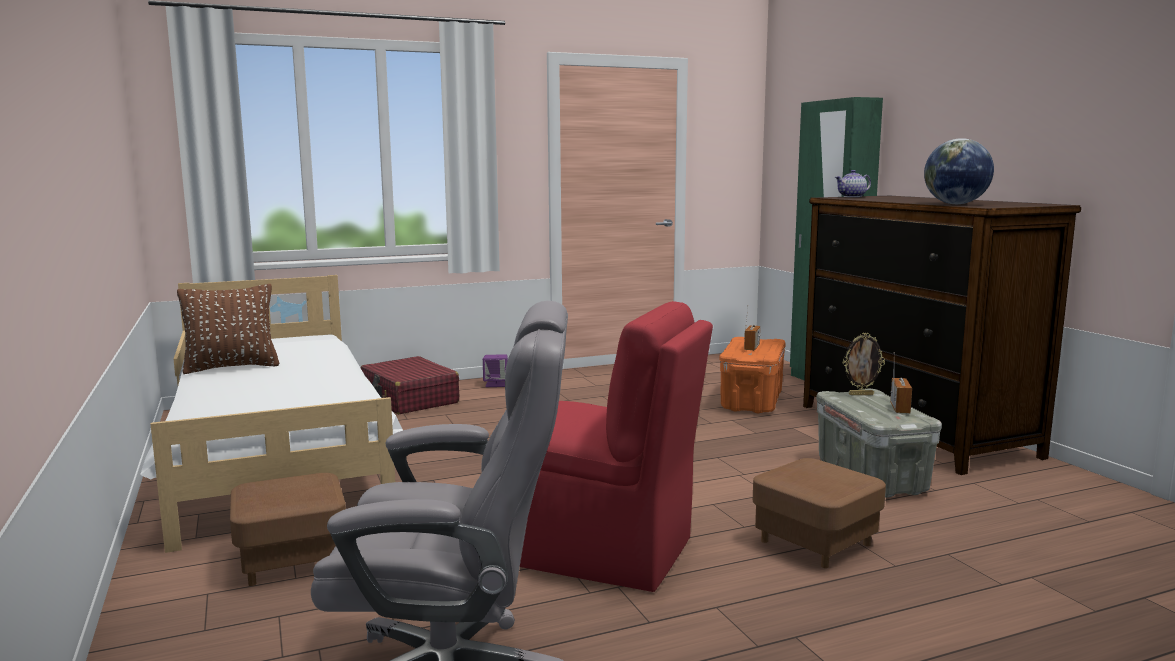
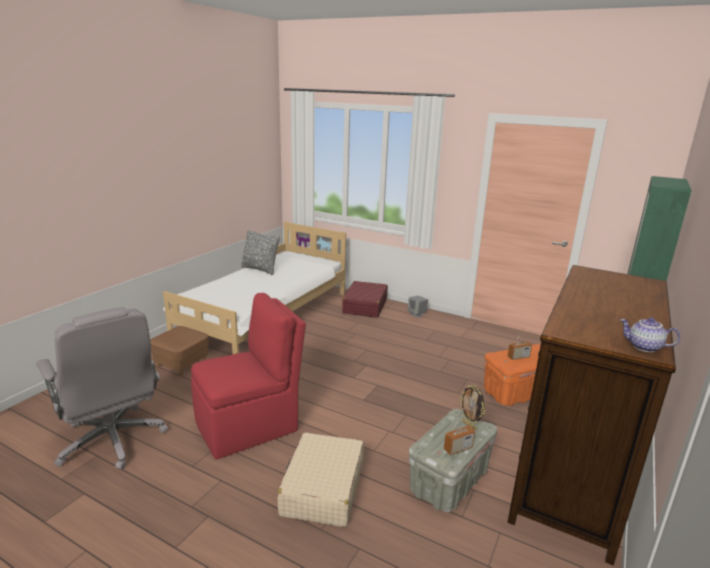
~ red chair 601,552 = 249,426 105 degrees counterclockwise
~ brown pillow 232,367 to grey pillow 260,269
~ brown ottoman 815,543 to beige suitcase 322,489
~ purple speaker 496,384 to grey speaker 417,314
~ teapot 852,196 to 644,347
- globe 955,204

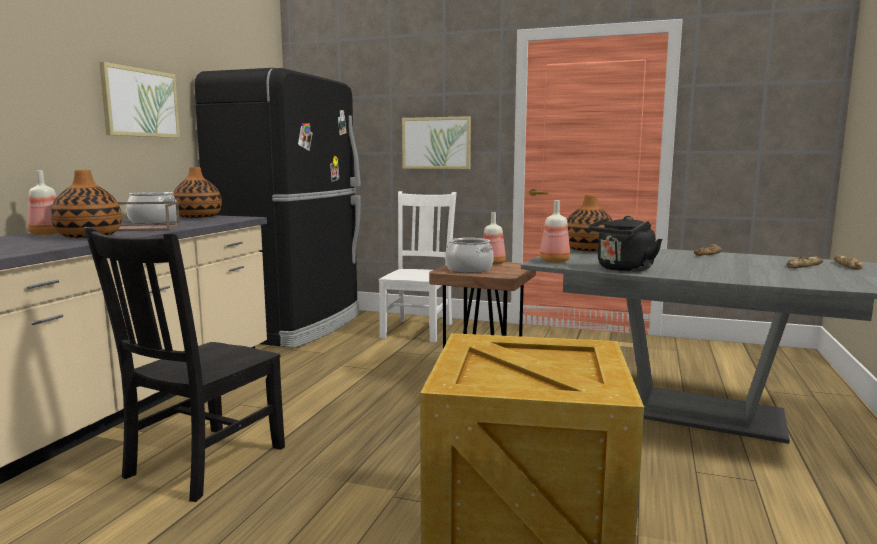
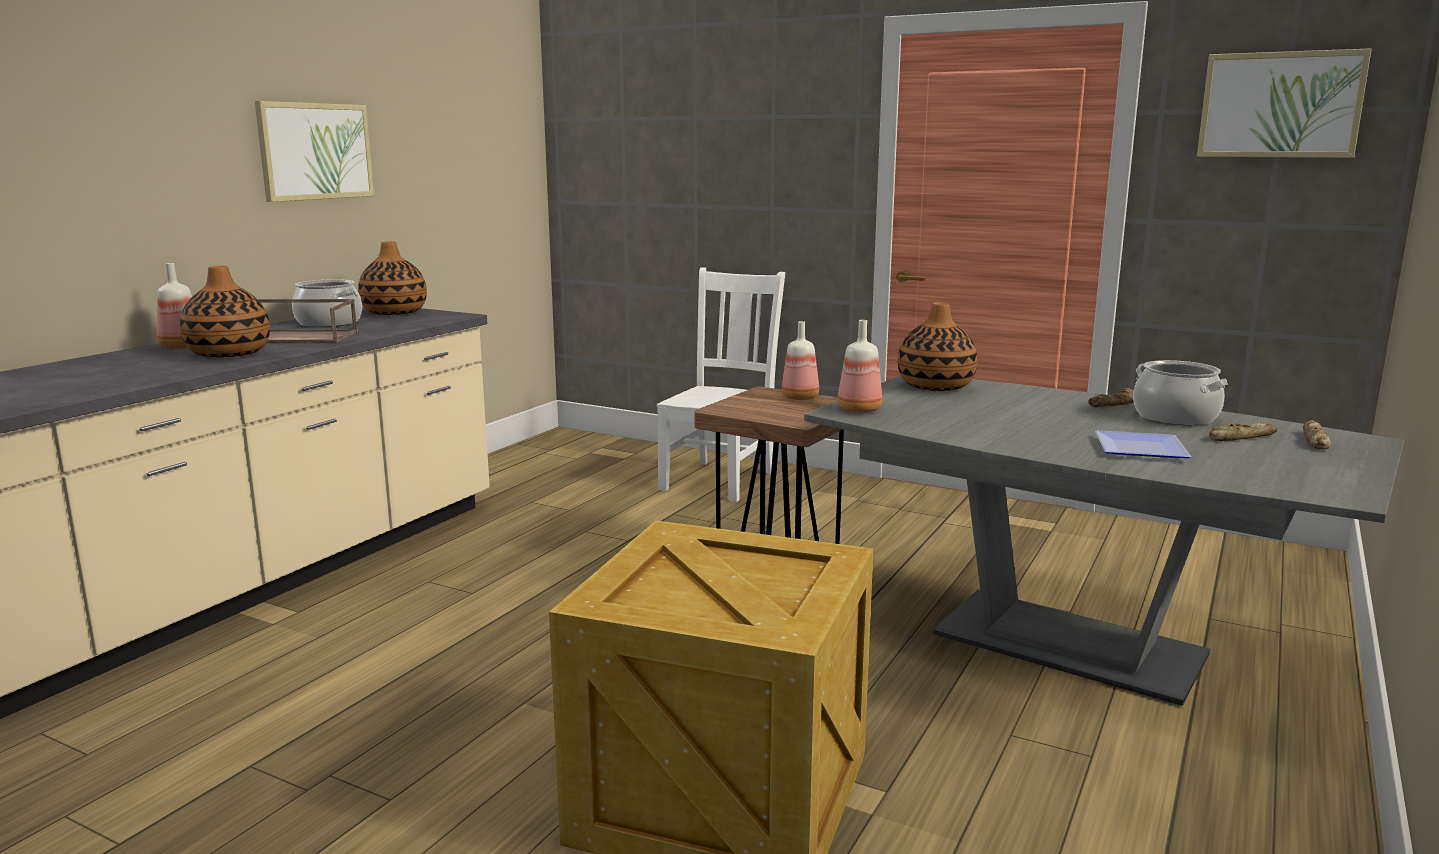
+ plate 1136,448
~ cooking pot 468,269 to 1175,417
~ picture 436,143 to 1280,105
- black chair 202,463
- black fridge 294,326
- black kettle 623,269

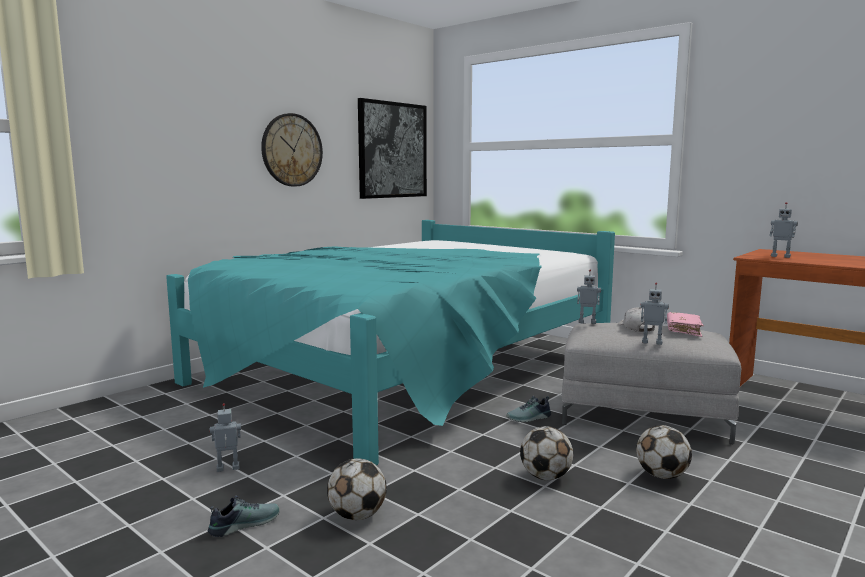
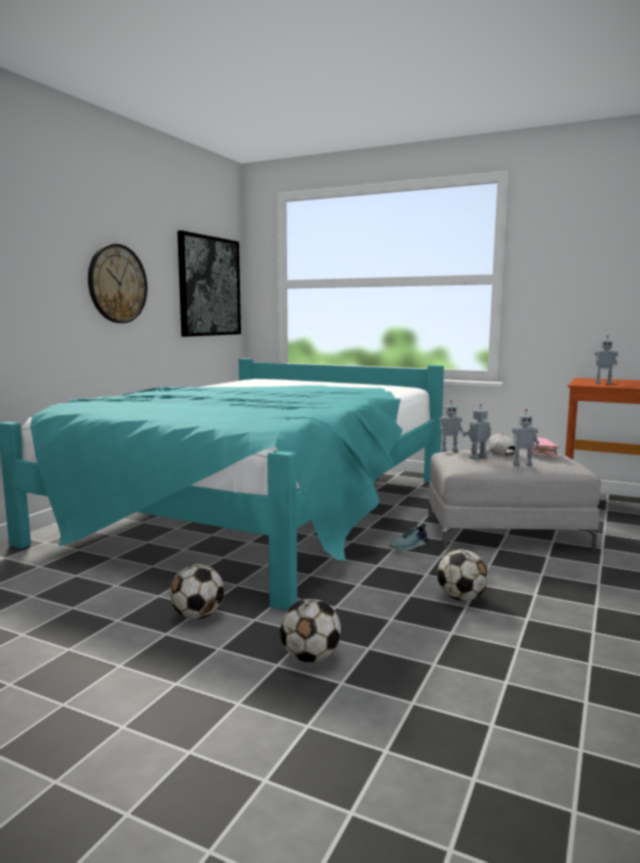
~ football 661,475 to 198,616
~ toy robot 228,469 to 479,458
- shoe 244,524

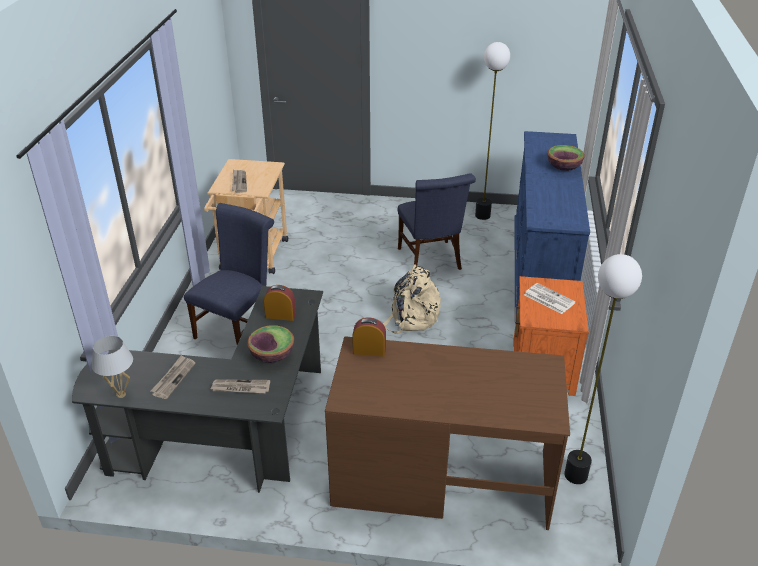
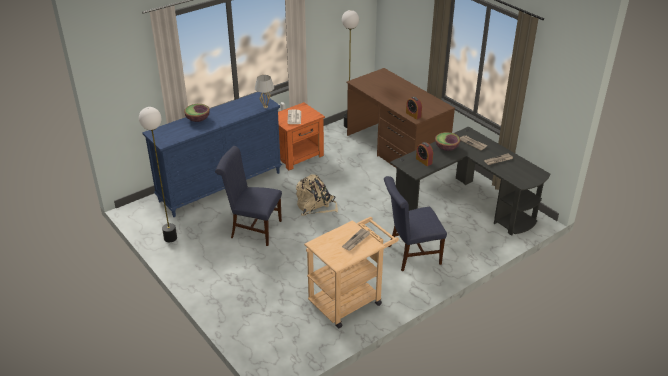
~ blue chair 431,261 = 252,229 105 degrees counterclockwise
~ white table lamp 120,394 to 265,107

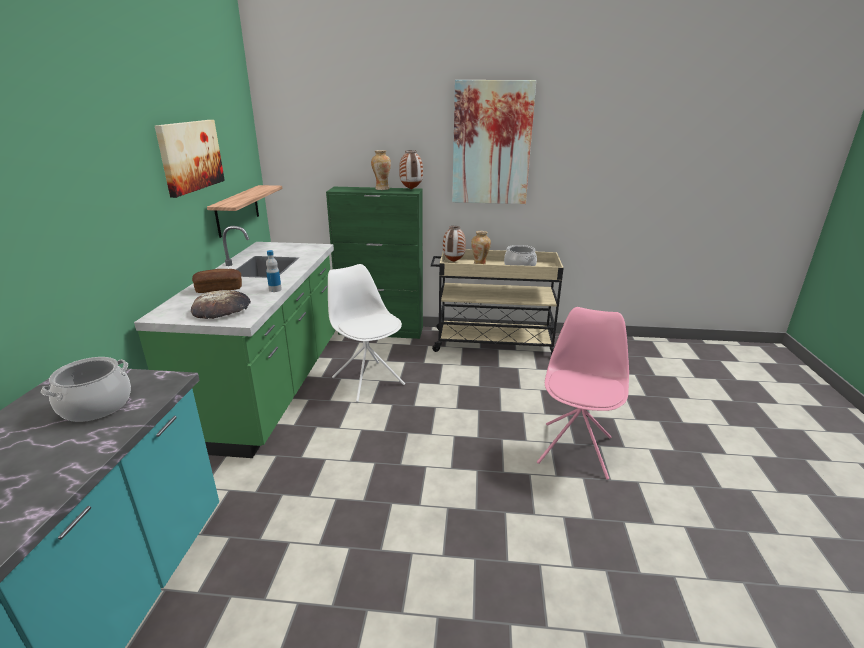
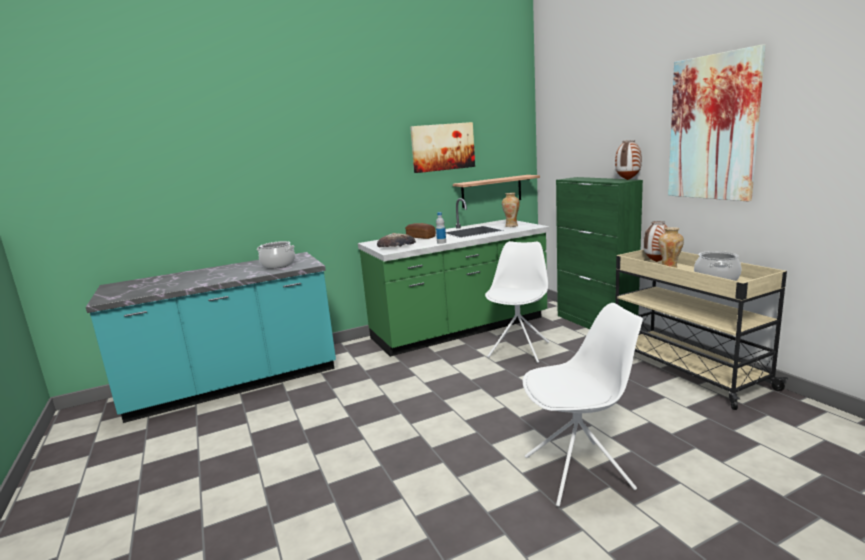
~ vase 382,189 to 511,226
~ pink chair 575,449 to white chair 579,472

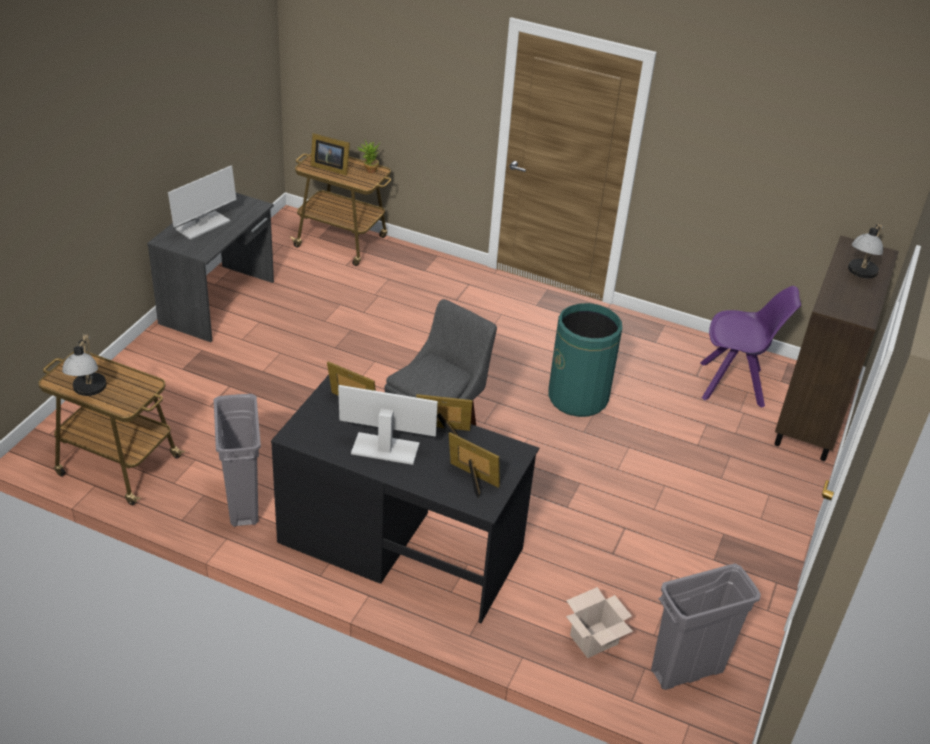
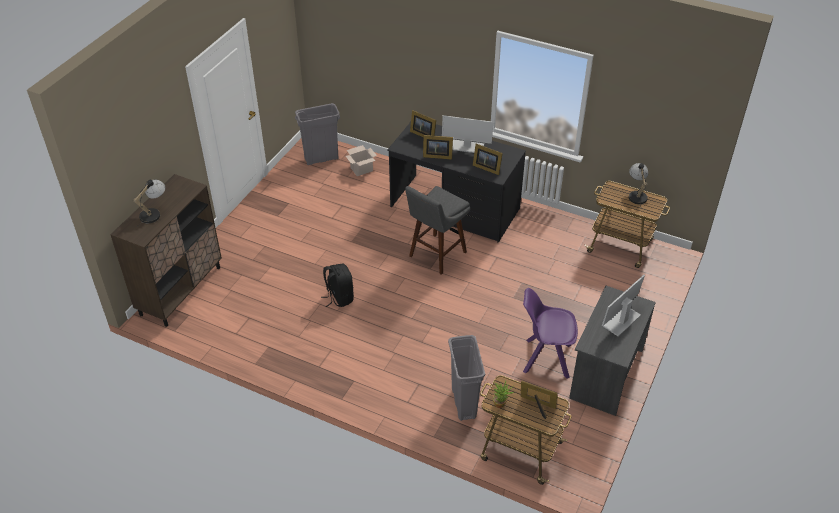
~ green trash can 578,398 to black backpack 339,297
~ grey trash can 243,503 to 464,403
~ purple chair 734,385 to 545,358

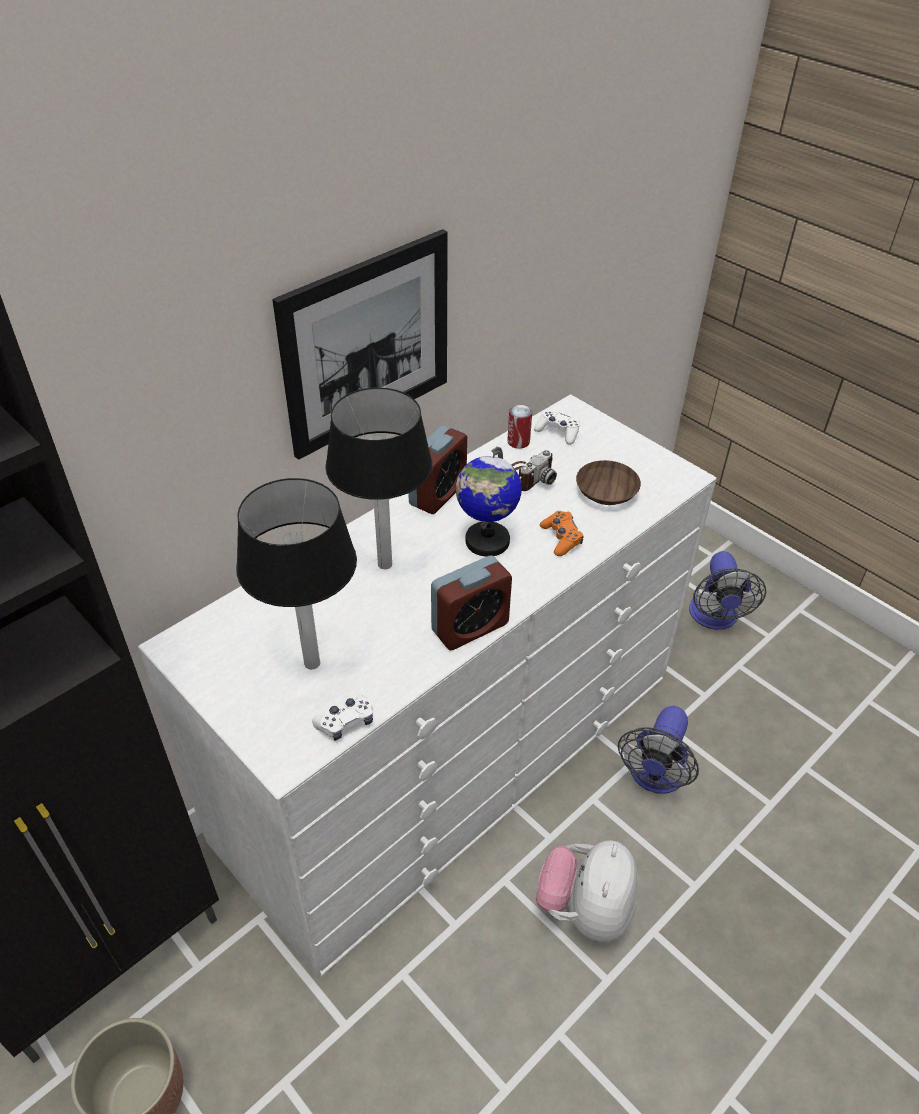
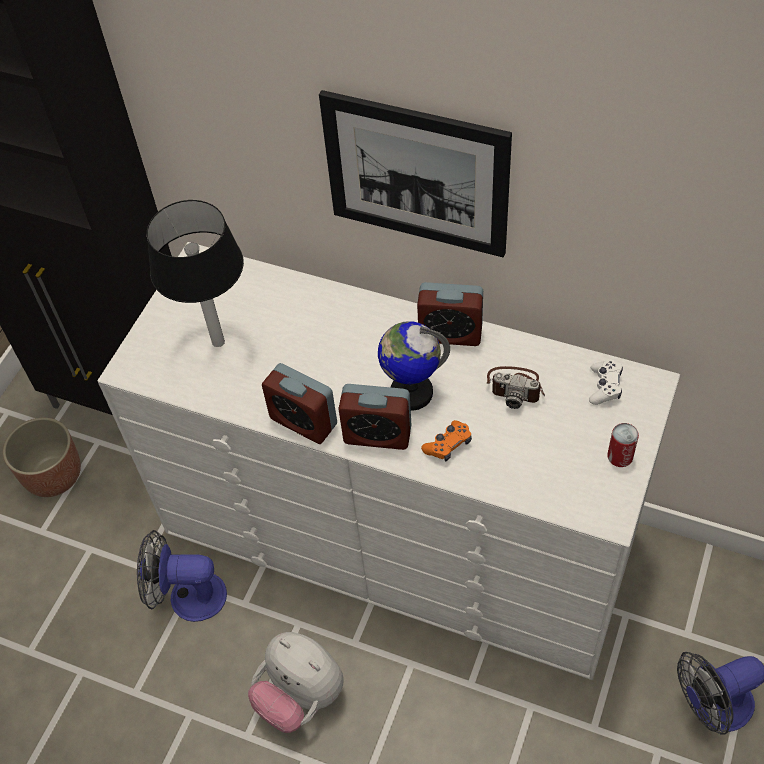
~ fan 654,777 to 187,596
~ plush toy 585,909 = 300,696 135 degrees counterclockwise
+ alarm clock 377,435
~ can 518,442 to 620,456
- white game controller 346,722
- table lamp 385,564
- brown bowl 606,494

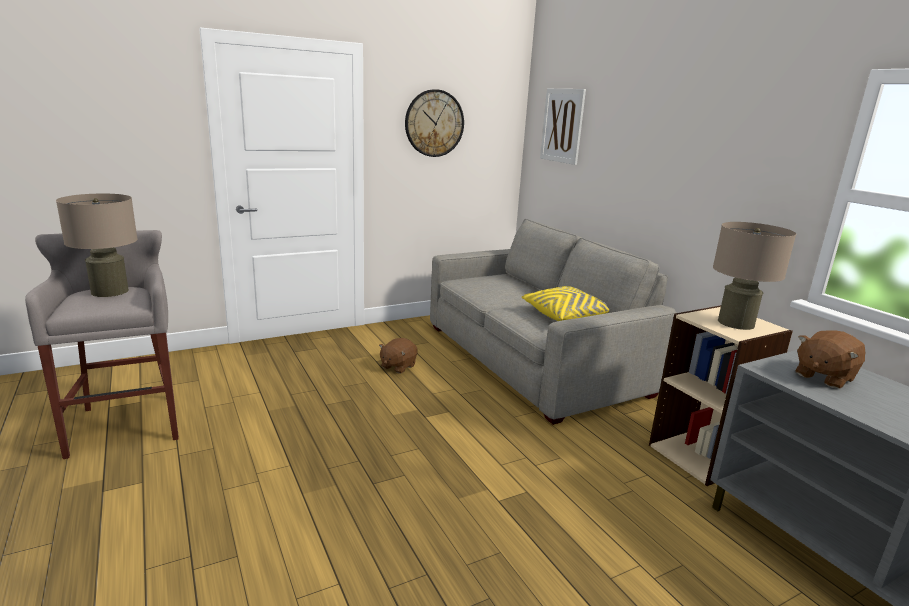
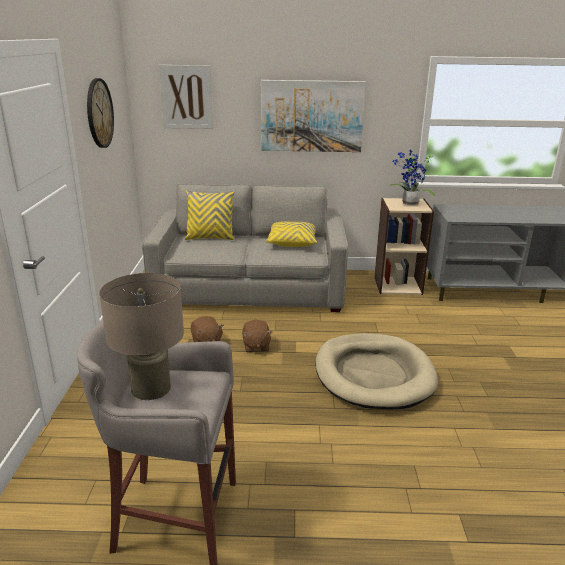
+ yellow pillow 210,238
~ brown plush toy 823,376 to 256,346
+ picture 311,116
+ beige dog bed 373,374
~ beige table lamp 735,323 to potted plant 409,204

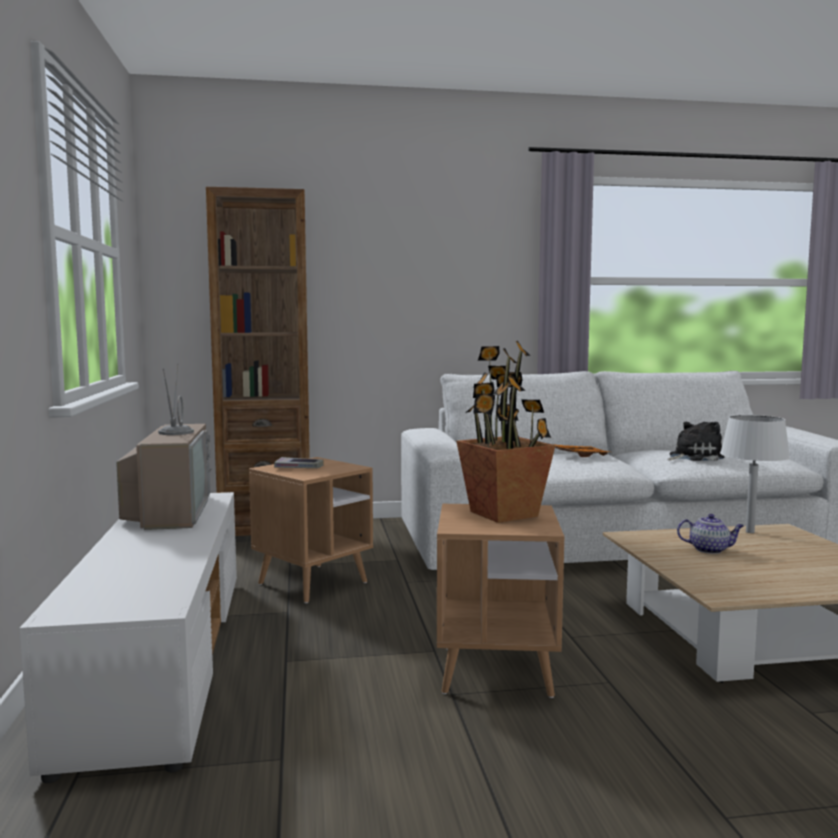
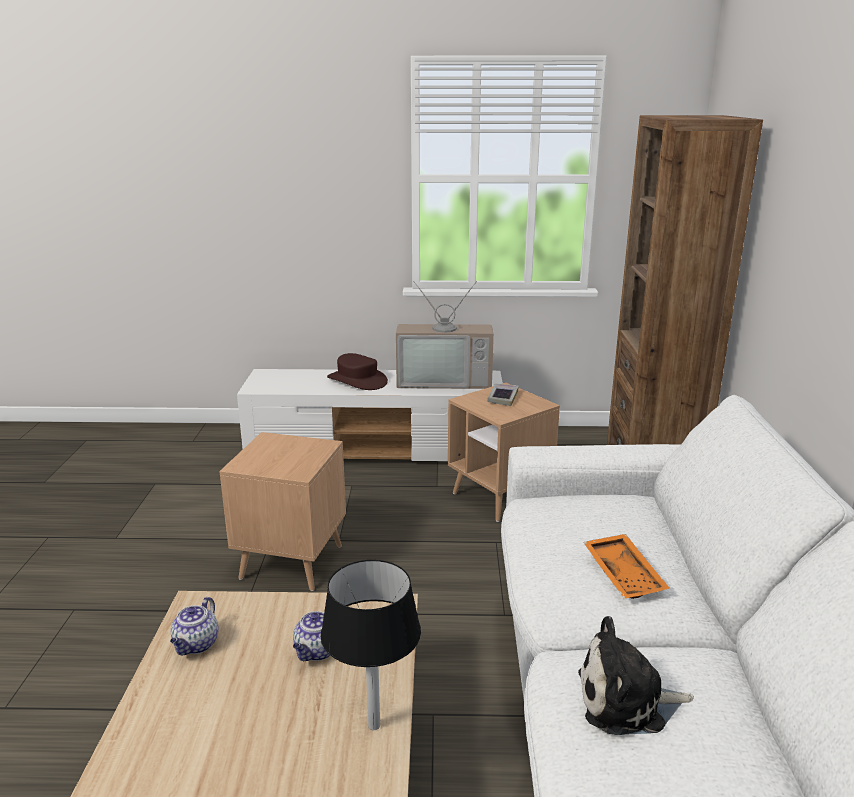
+ teapot 196,645
~ white table lamp 749,532 to black table lamp 374,725
+ brown hat 357,380
~ plush toy 693,457 = 627,701 105 degrees clockwise
- potted plant 503,514

